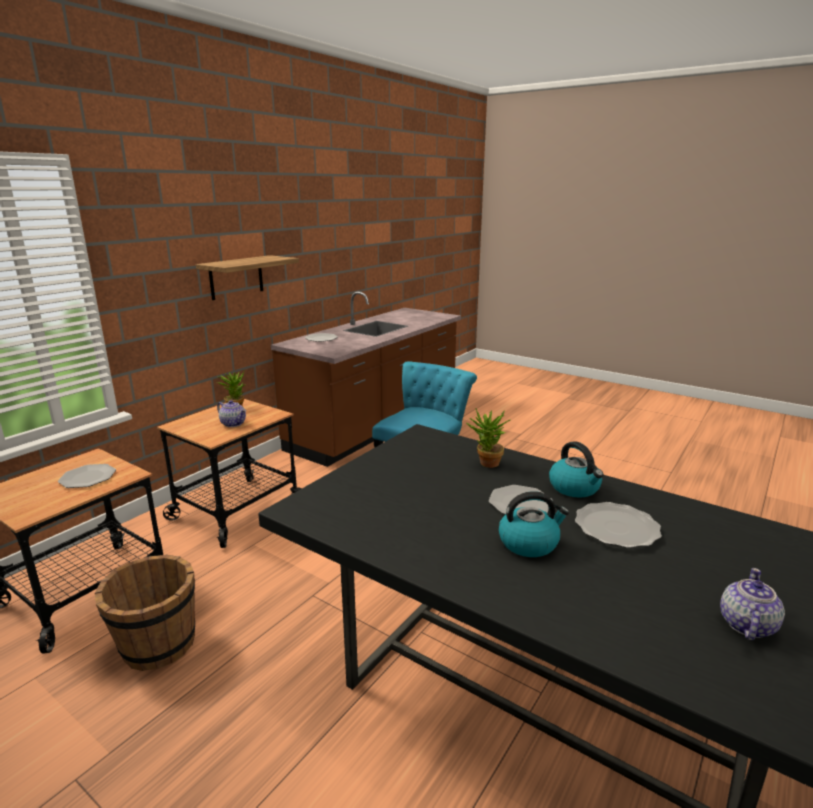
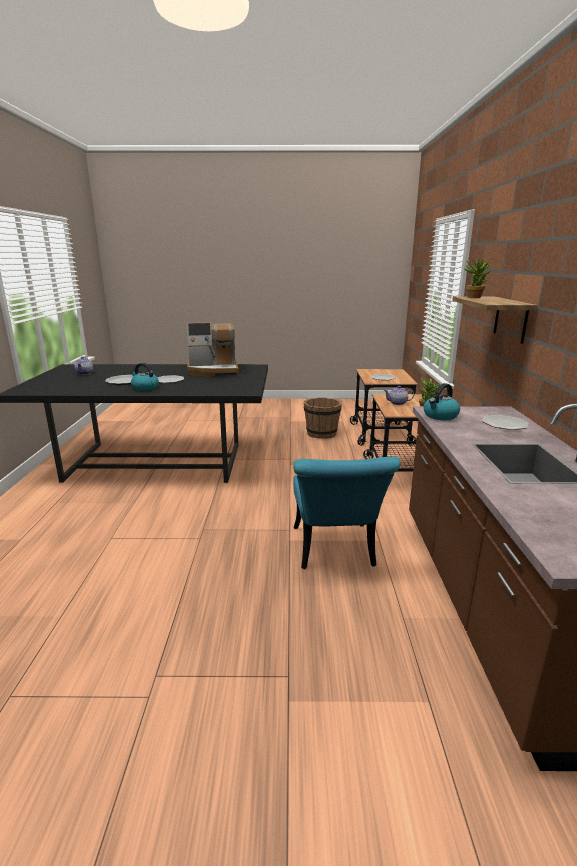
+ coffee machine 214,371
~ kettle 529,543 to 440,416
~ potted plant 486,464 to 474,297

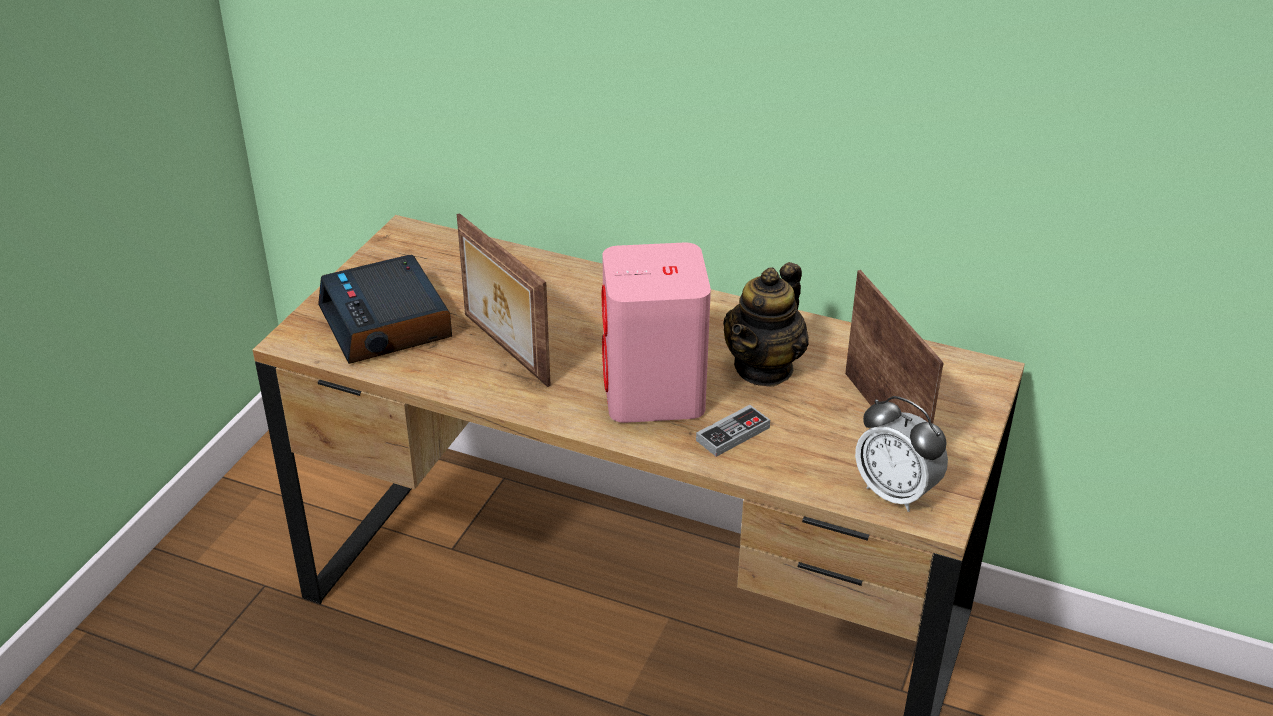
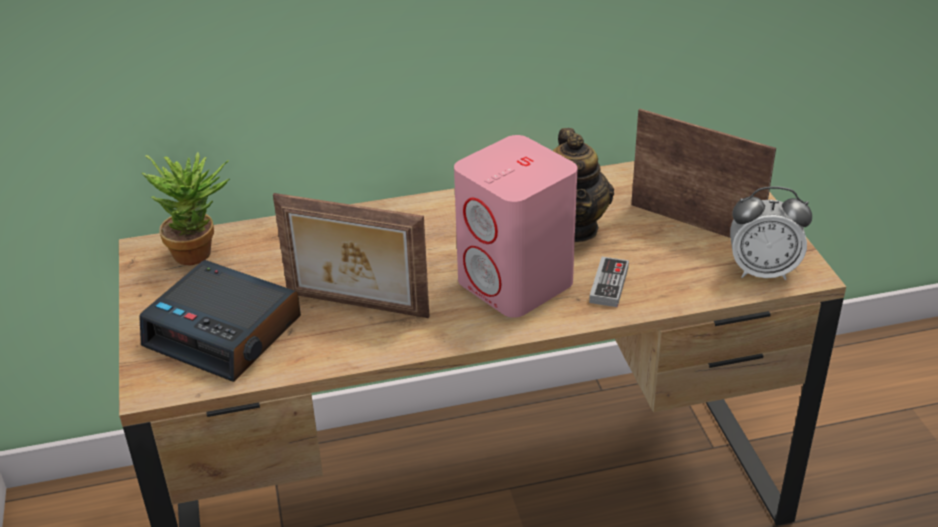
+ potted plant 200,252

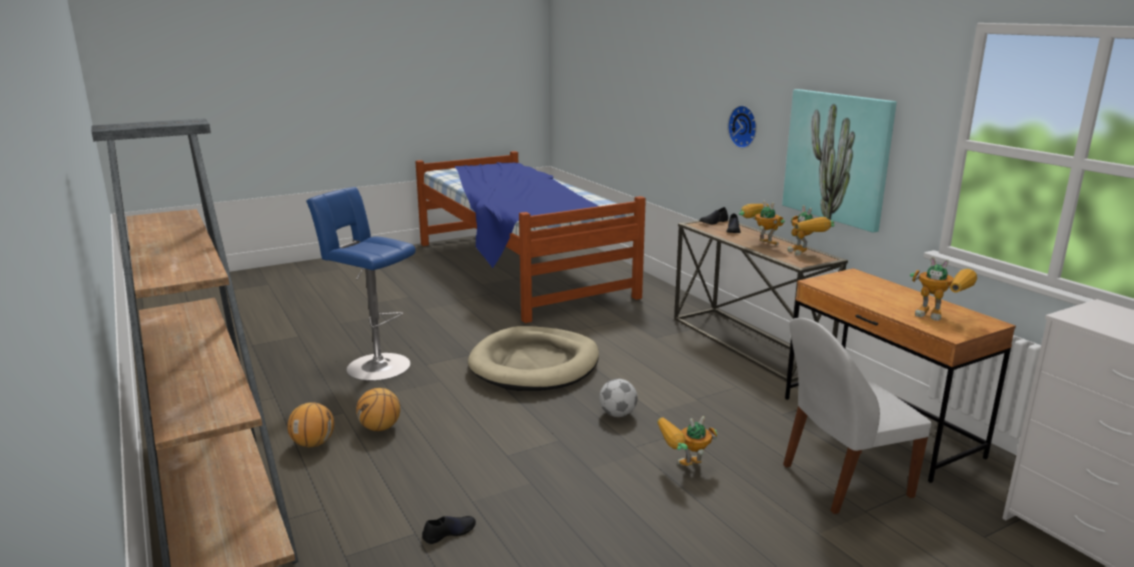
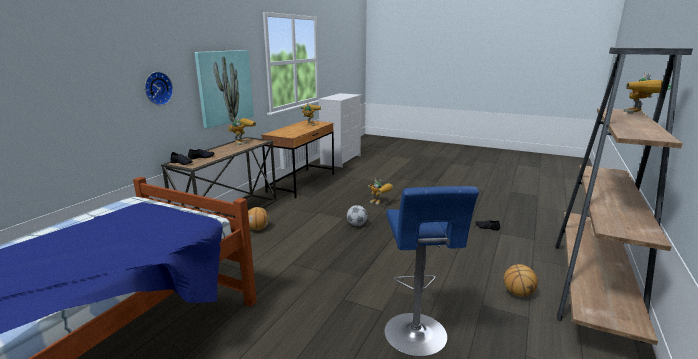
~ basketball 380,428 to 258,229
~ toy robot 759,243 to 638,114
- beige dog bed 535,364
- white chair 842,481

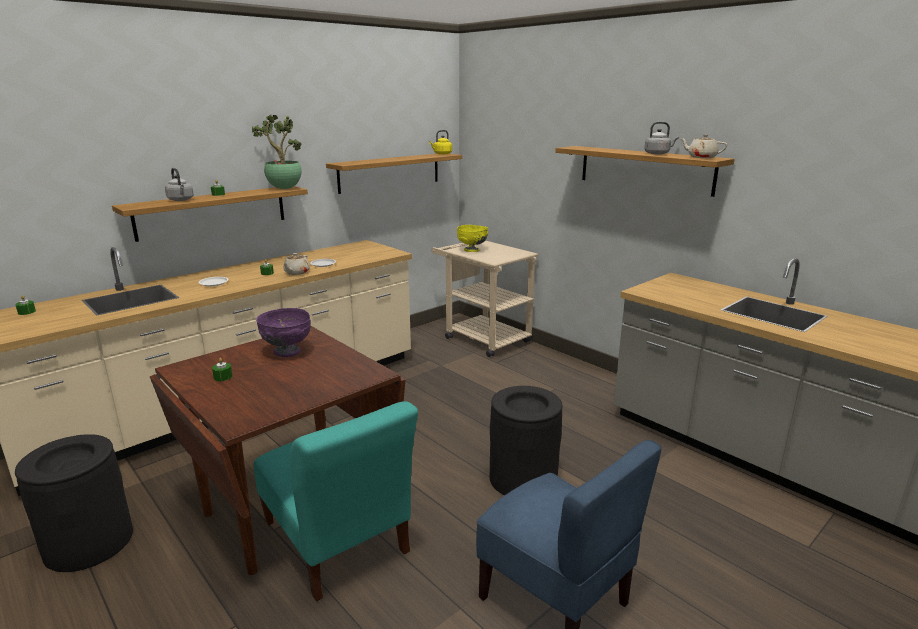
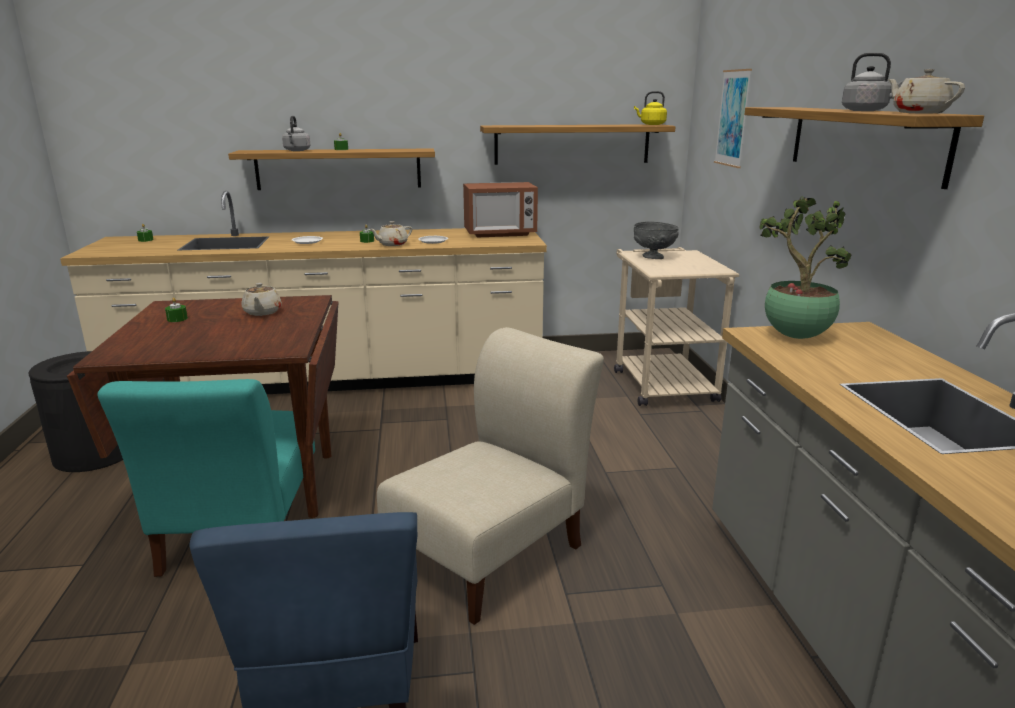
~ purple bowl 287,352 to beige teapot 262,312
~ black trash can 523,478 to beige chair 493,553
+ microwave 500,233
~ yellow bowl 472,250 to grey bowl 653,257
+ picture 732,118
~ potted plant 283,188 to 794,336

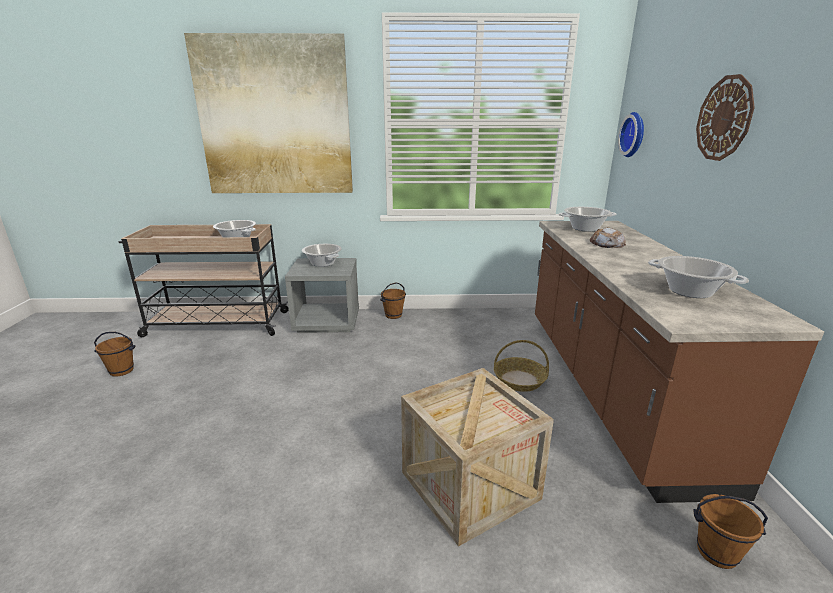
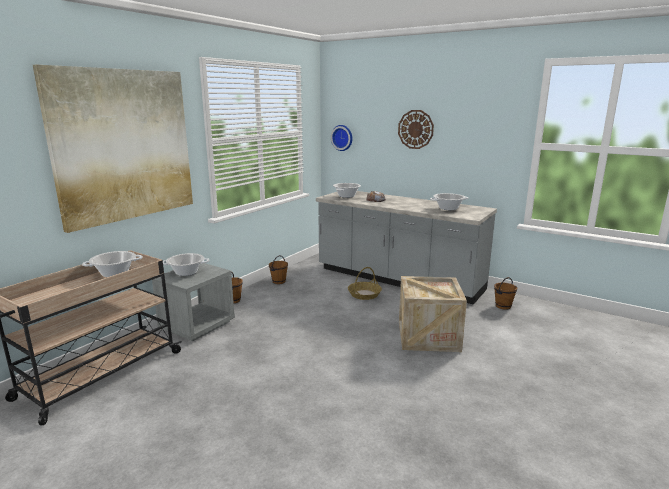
~ brown bucket 122,370 to 278,281
~ brown counter 610,389 to grey counter 398,280

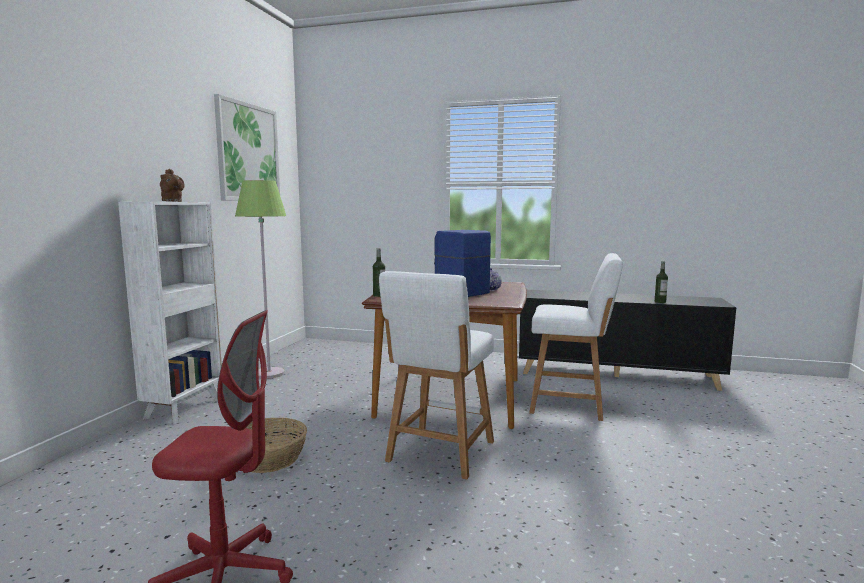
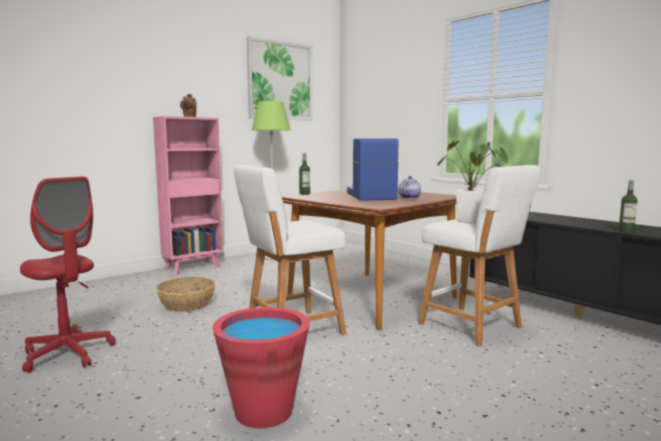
~ white bookcase 185,408 to pink bookcase 194,267
+ red bucket 263,412
+ potted plant 473,222

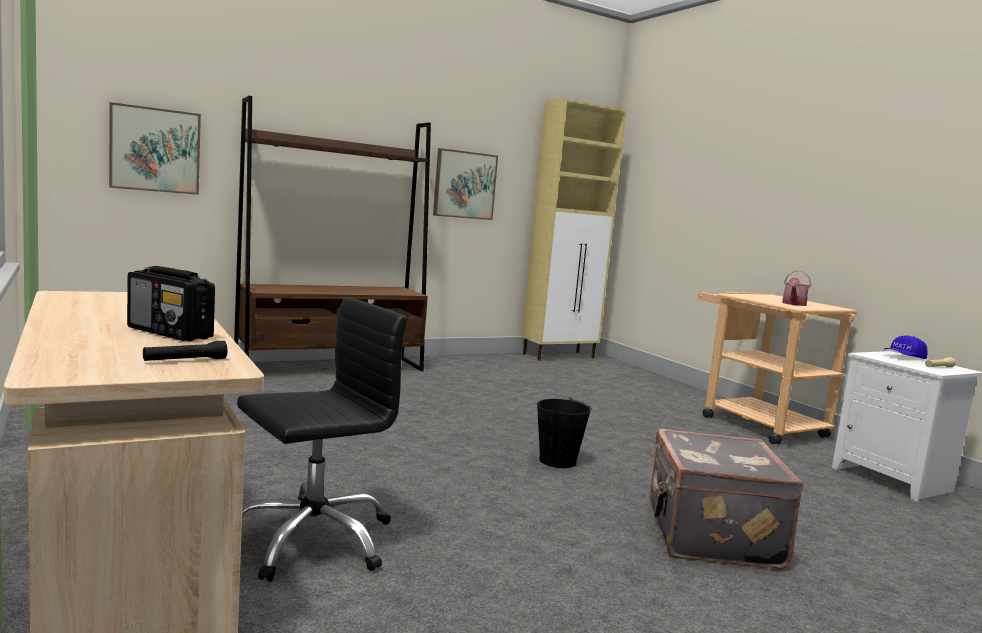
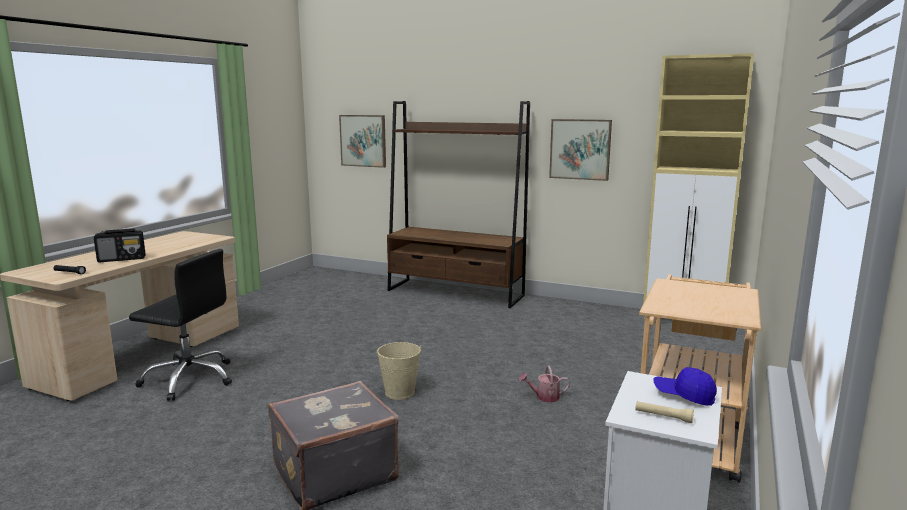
~ radio 170,333 = 122,259 105 degrees counterclockwise
~ black bucket 557,461 to beige bucket 399,392
~ watering can 793,304 to 544,397

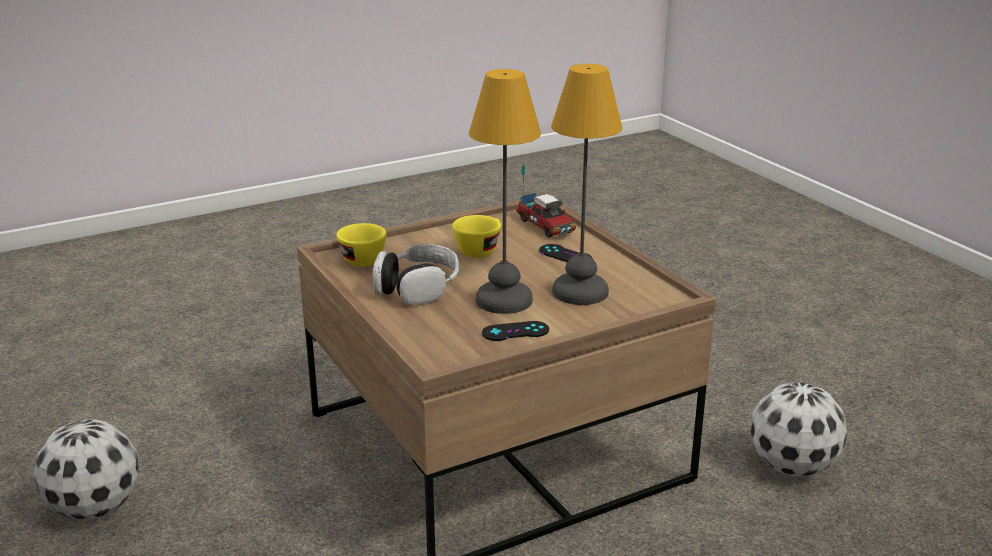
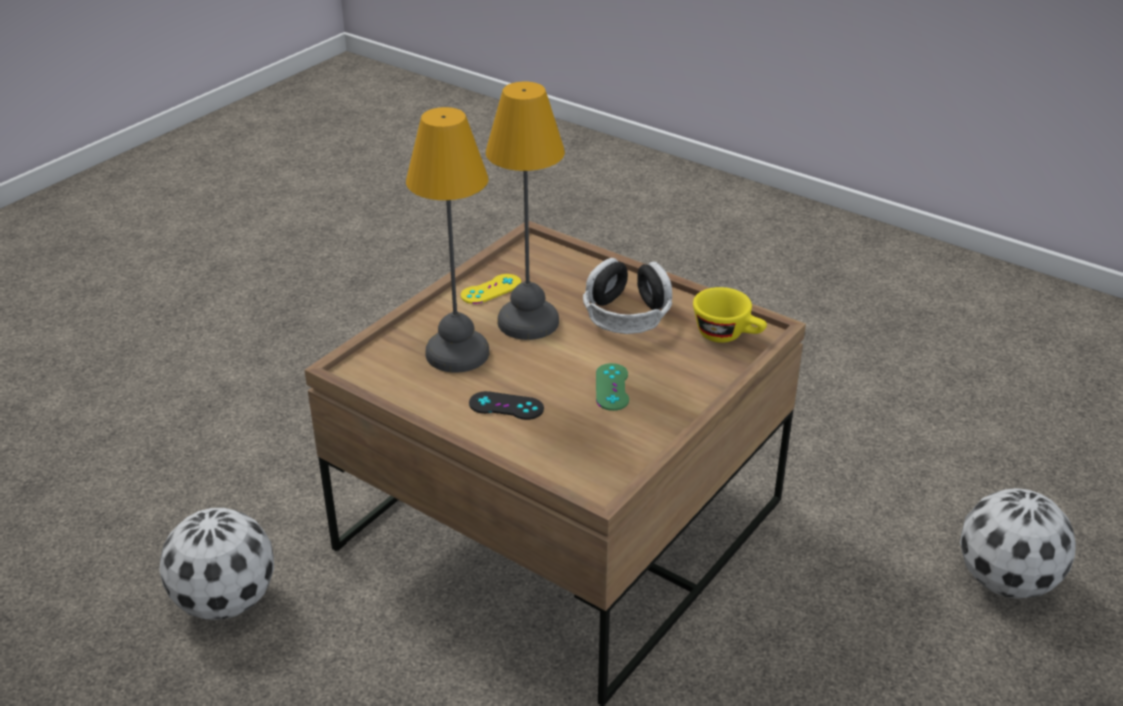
~ black game controller 515,331 to yellow game controller 491,289
~ yellow cup 480,249 to green game controller 612,387
~ football 96,509 to 1003,581
- toy truck 545,227

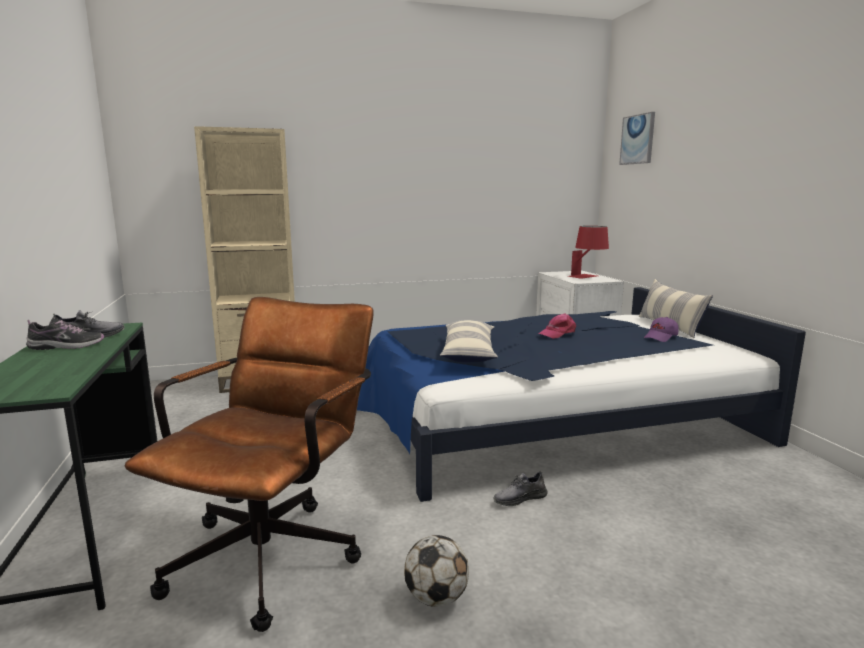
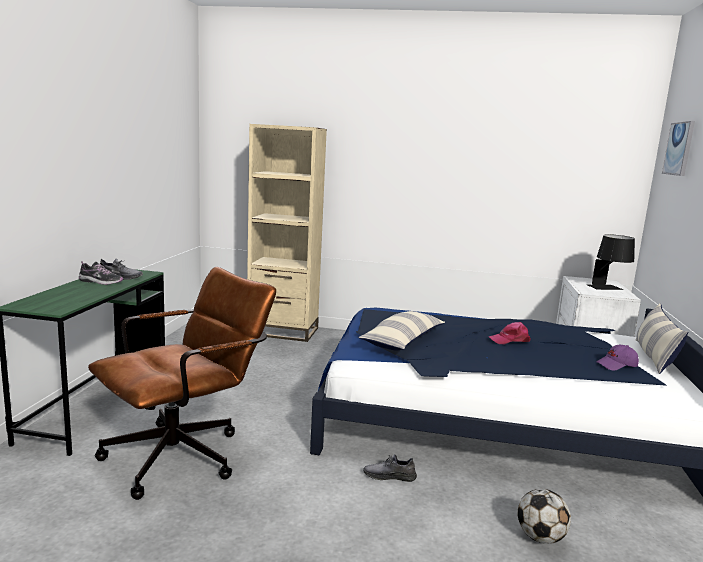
~ football 436,598 to 540,537
~ red table lamp 588,277 to black table lamp 608,288

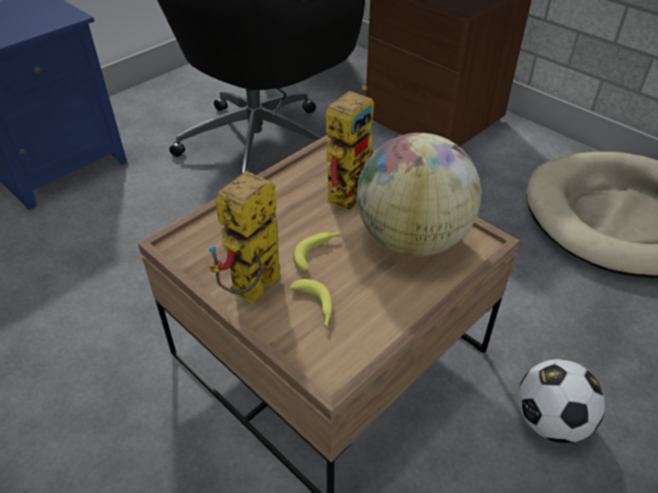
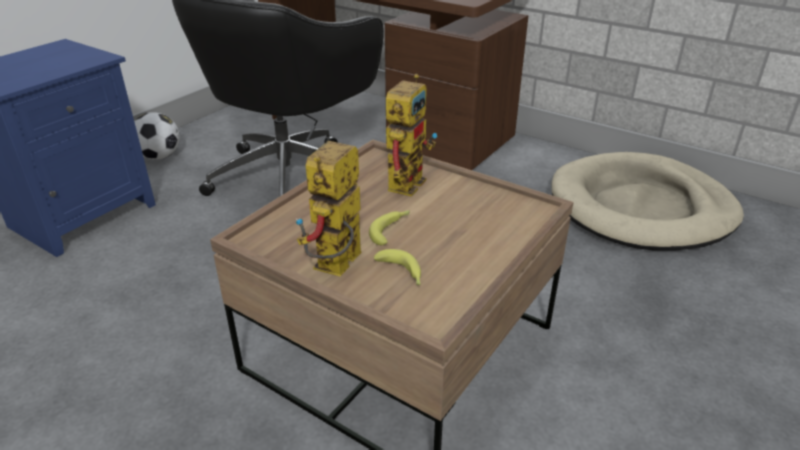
~ football 550,421 to 159,157
- globe 412,239

